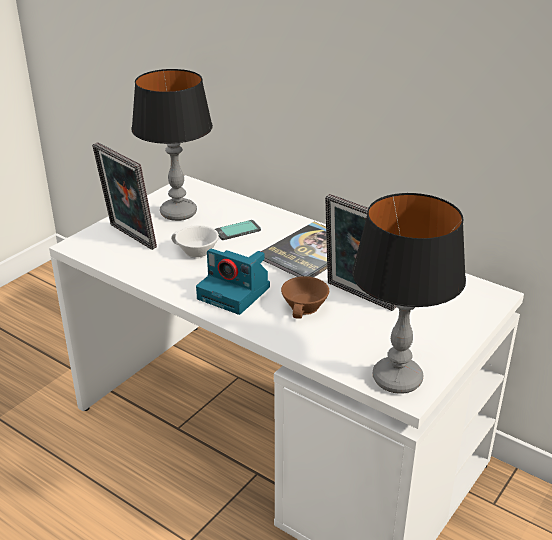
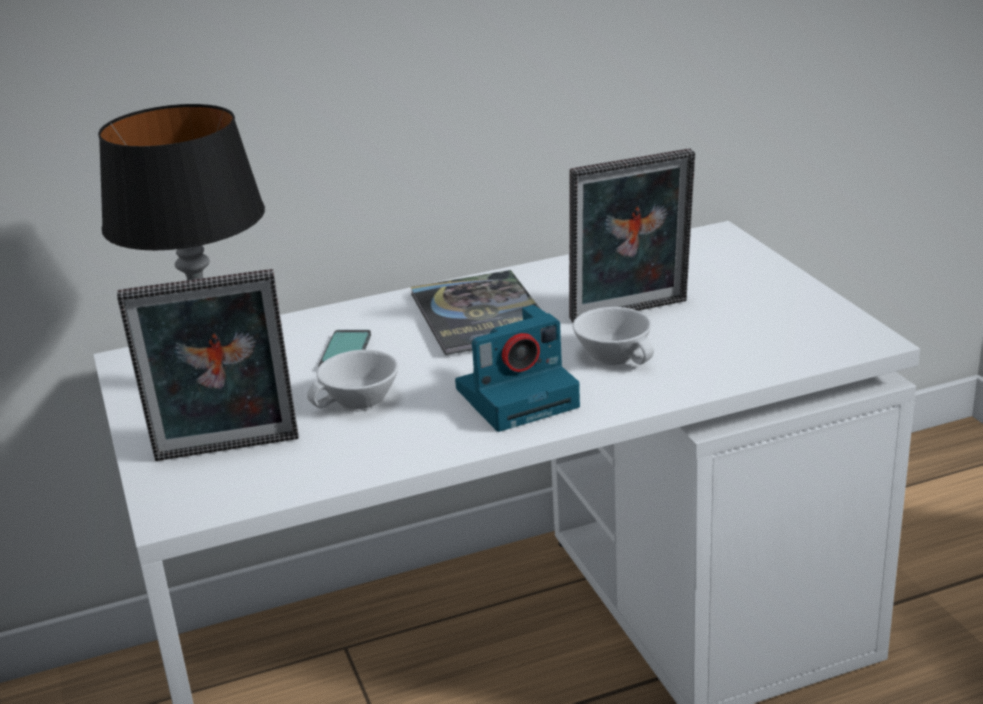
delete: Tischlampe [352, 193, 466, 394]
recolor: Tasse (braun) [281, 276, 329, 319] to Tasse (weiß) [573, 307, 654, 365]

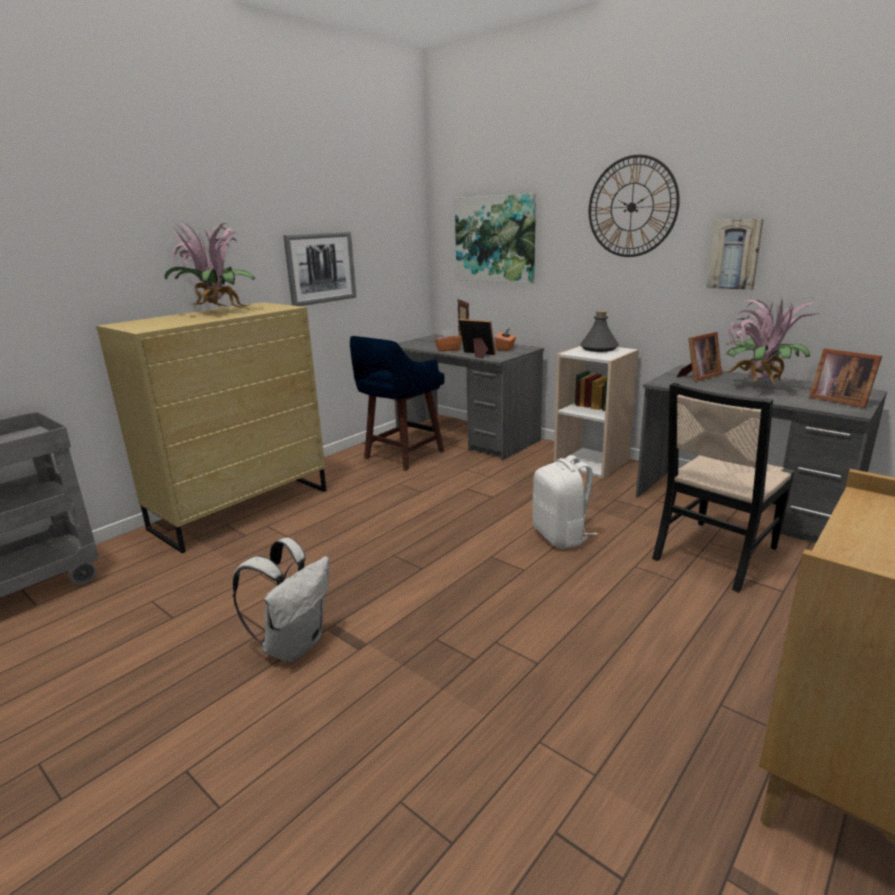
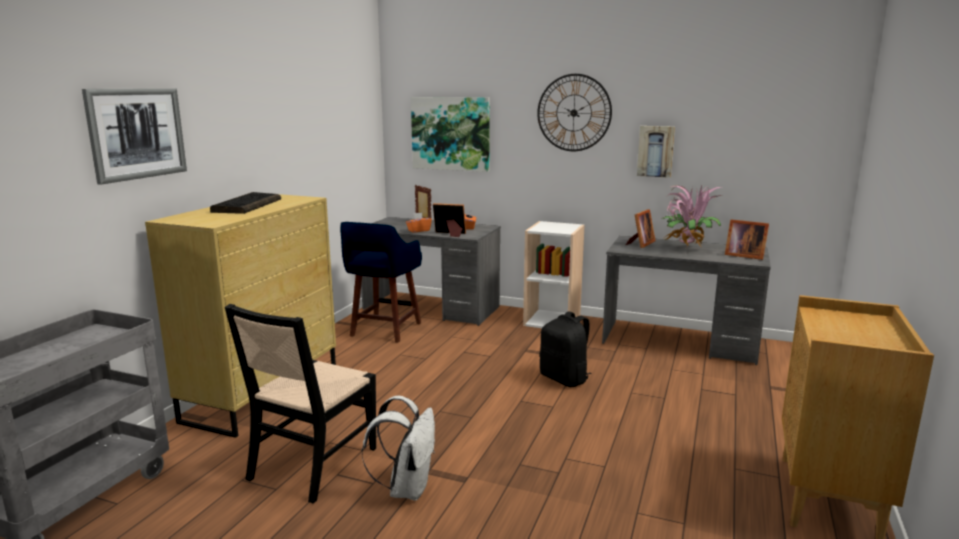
delete: Flasche (grau) [580, 311, 619, 352]
move: Bild [283, 232, 357, 306] to [82, 88, 187, 185]; Stuhl [652, 383, 795, 592] to [225, 304, 376, 504]
replace: Topfpflanze [164, 220, 255, 310] to Tastatur [210, 192, 281, 214]
recolor: Rucksack (weiß) [532, 455, 597, 549] to Rucksack (schwarz) [540, 311, 592, 387]

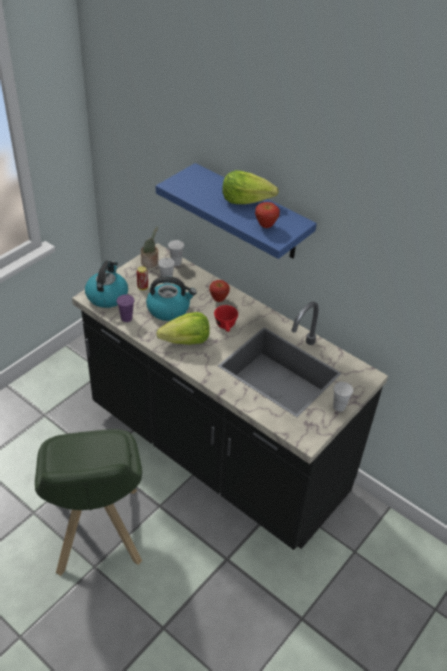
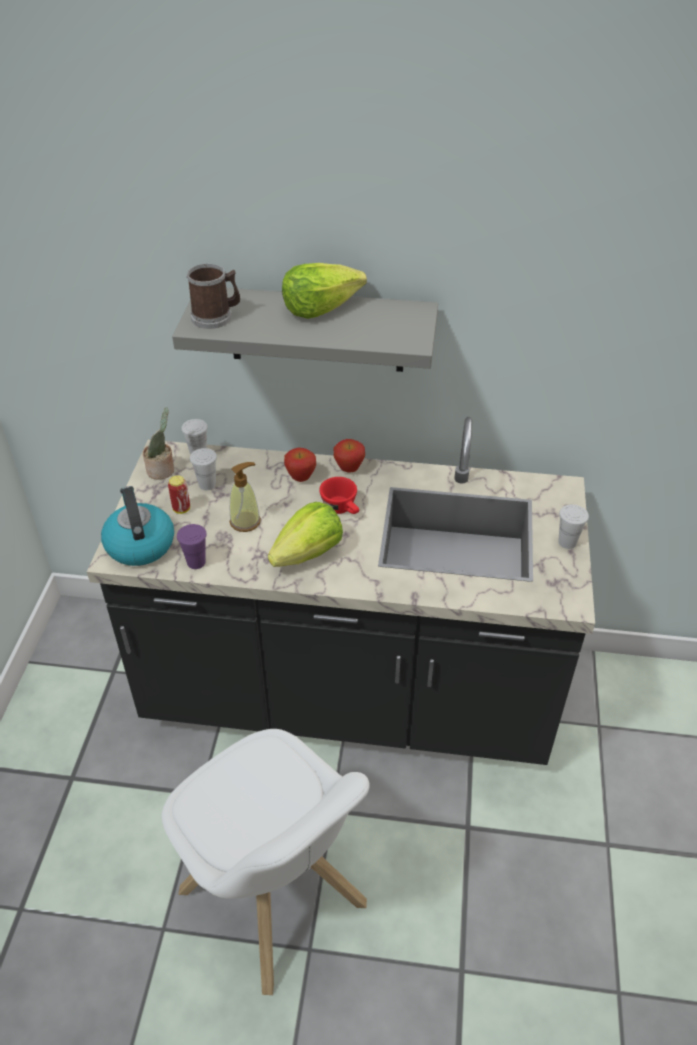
insert: Henkelbecher [187, 264, 240, 329]
move: Apfel [255, 202, 280, 228] to [334, 439, 365, 472]
replace: Wasserkessel [146, 276, 197, 321] to Seifenspender [230, 462, 261, 532]
recolor: Stuhl (grün) [35, 429, 142, 576] to Stuhl (weiß) [161, 729, 370, 995]; Wandregal (blau) [156, 163, 317, 259] to Wandregal (grau) [172, 288, 438, 372]

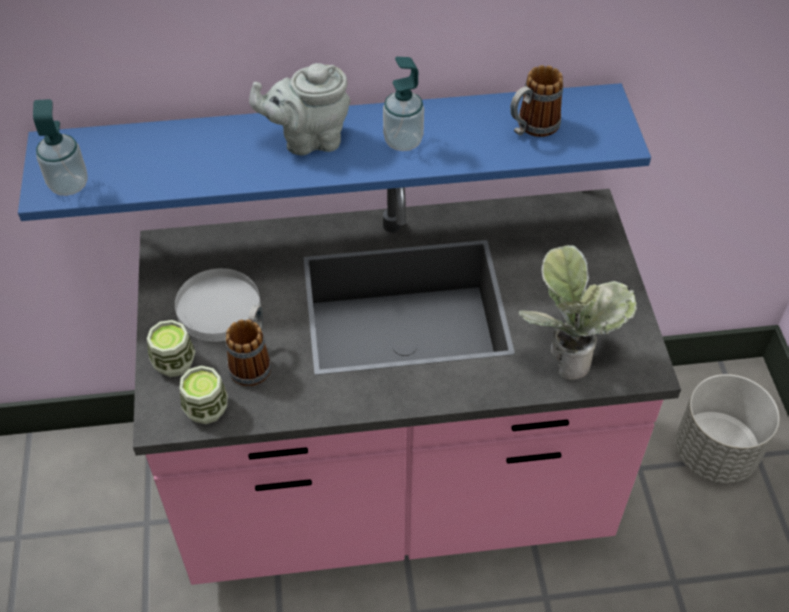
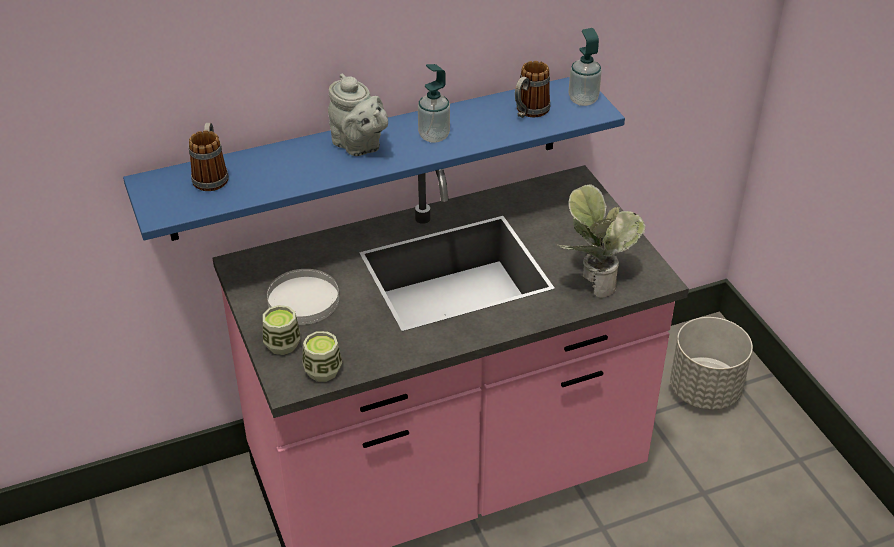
move: Seifenspender [33, 99, 88, 196] to [569, 28, 602, 106]; Henkelbecher [225, 305, 271, 386] to [189, 123, 228, 191]
rotate: Teekanne (grau) [249, 63, 350, 155] = [328, 74, 388, 156] 105 degrees counterclockwise

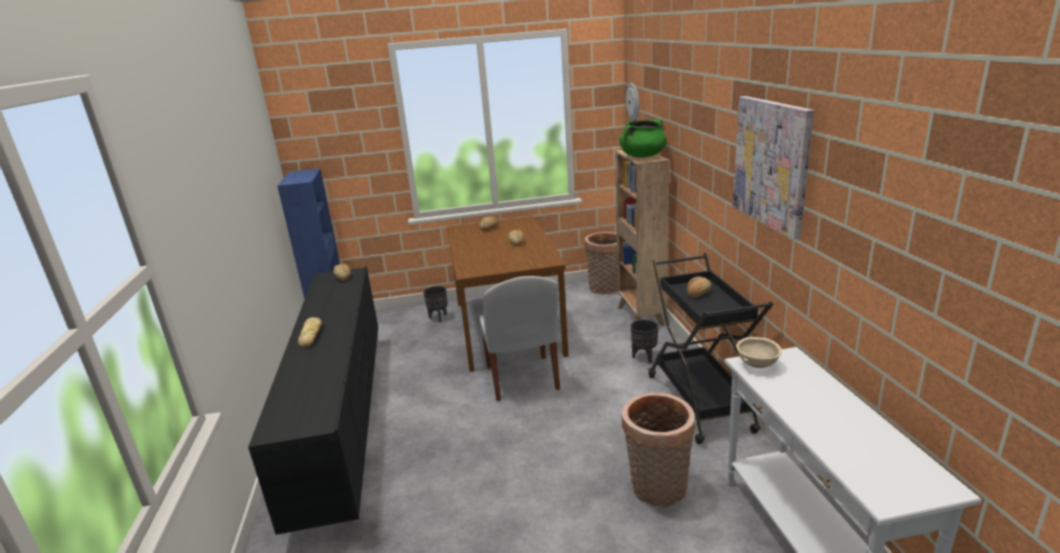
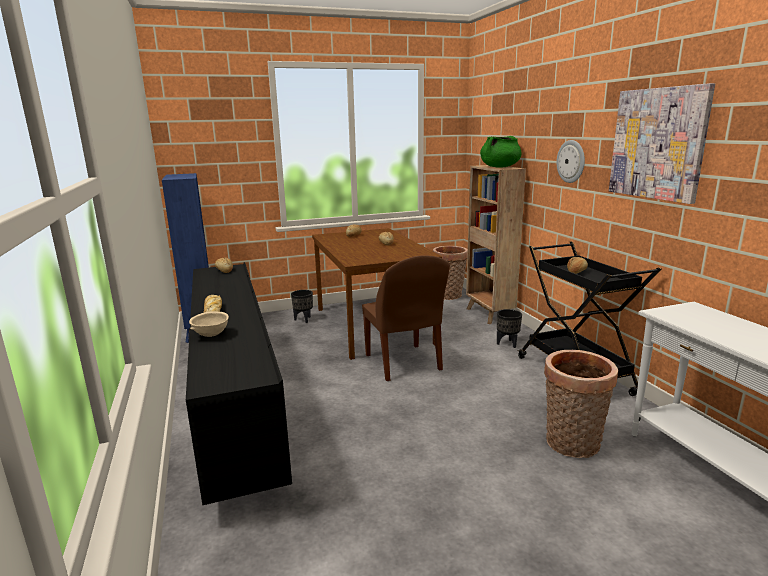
move: Wanduhr [626, 83, 639, 121] to [556, 140, 585, 183]; Schüssel (beige) [736, 337, 782, 368] to [189, 311, 229, 337]
recolor: Stuhl (weiß) [479, 276, 560, 401] to Stuhl (braun) [362, 255, 450, 381]

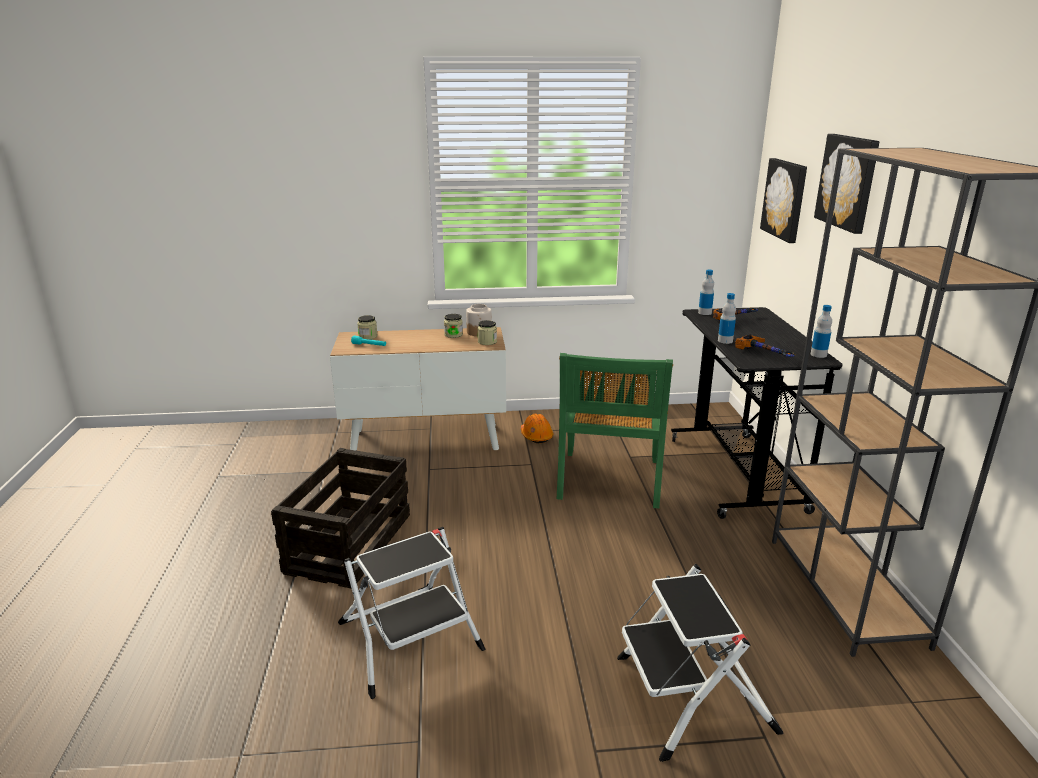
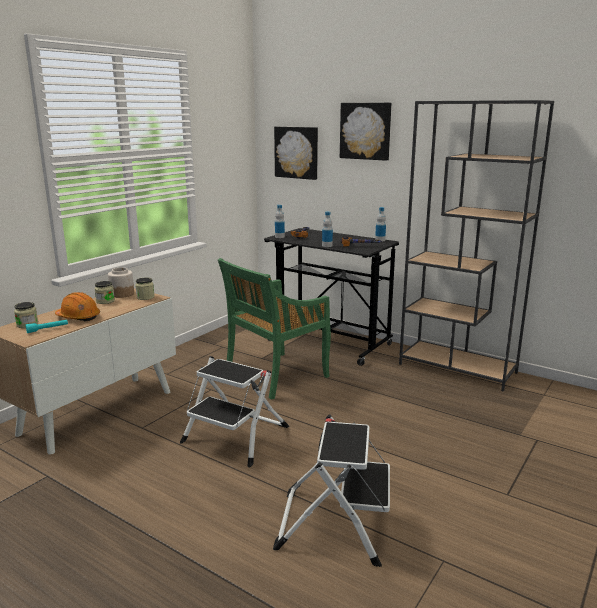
delete: Kiste [271, 448, 410, 589]
move: Schutzhelm (orange) [521, 414, 554, 443] to [55, 292, 100, 322]; Trittleiter [617, 564, 783, 762] to [180, 356, 289, 467]
rotate: Stuhl (grün) [557, 353, 673, 508] = [218, 258, 331, 400] 90 degrees clockwise

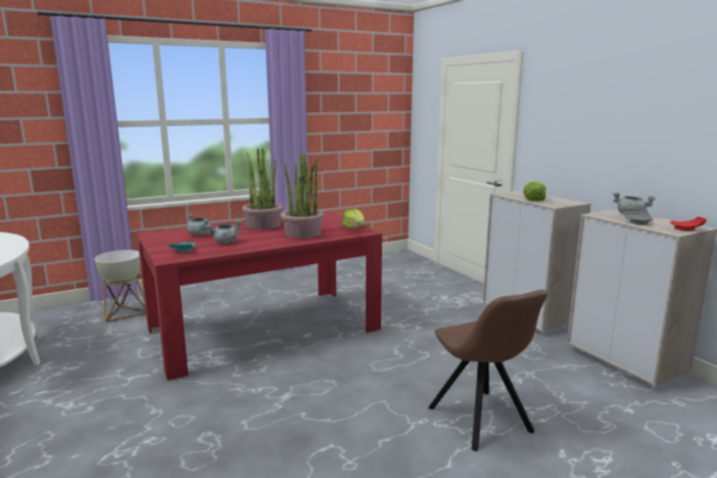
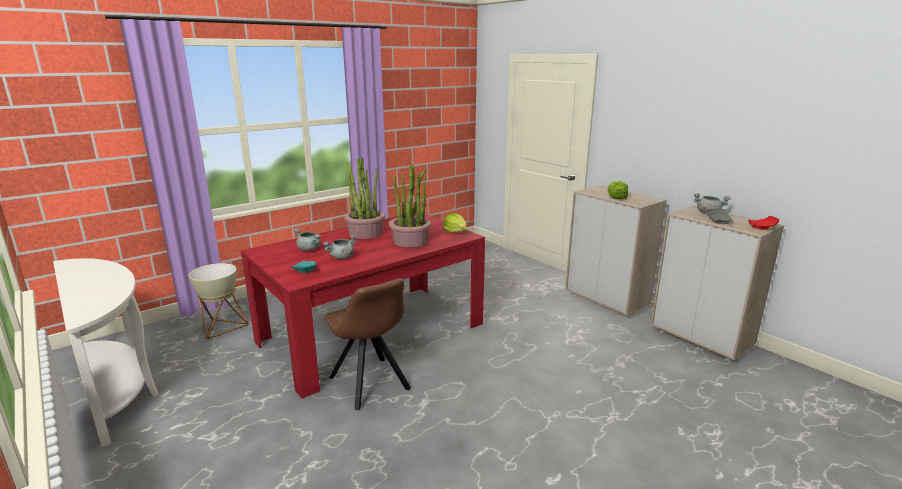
move: Stuhl (braun) [429, 289, 547, 451] to [325, 278, 411, 410]

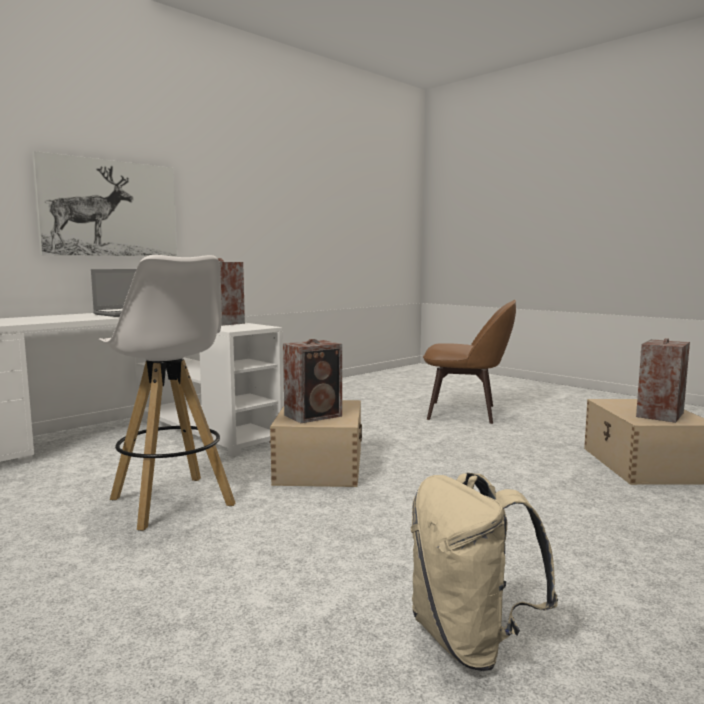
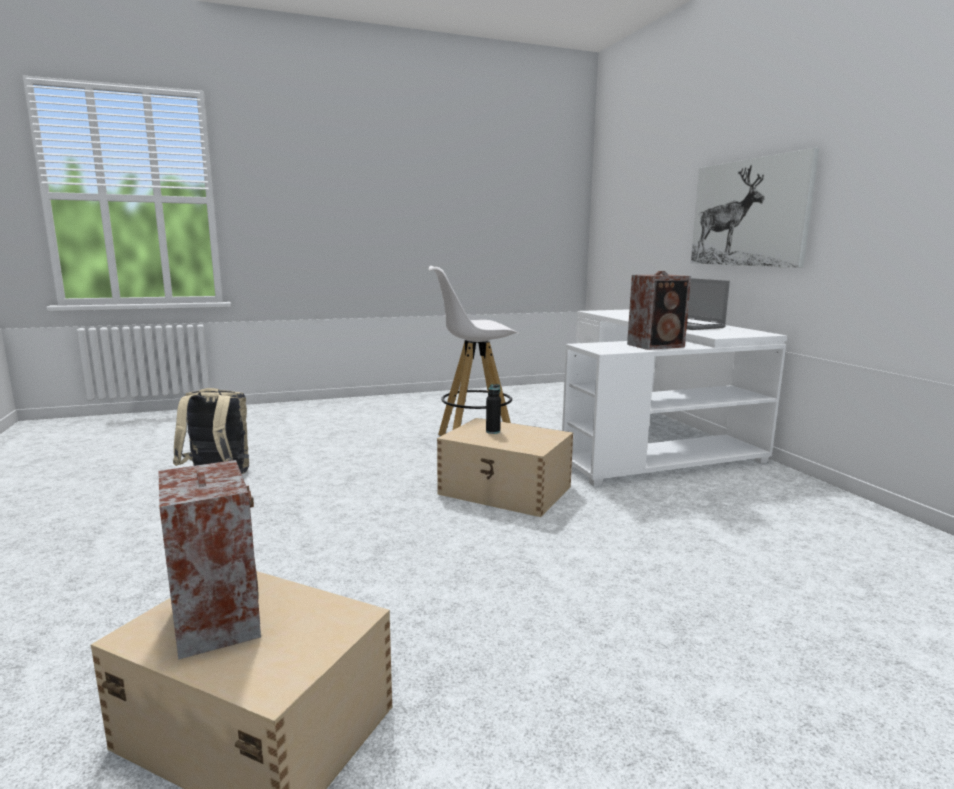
delete: Stuhl (braun) [423, 300, 516, 424]
replace: Lautsprecher [283, 339, 342, 423] to Flasche (schwarz) [486, 384, 501, 434]

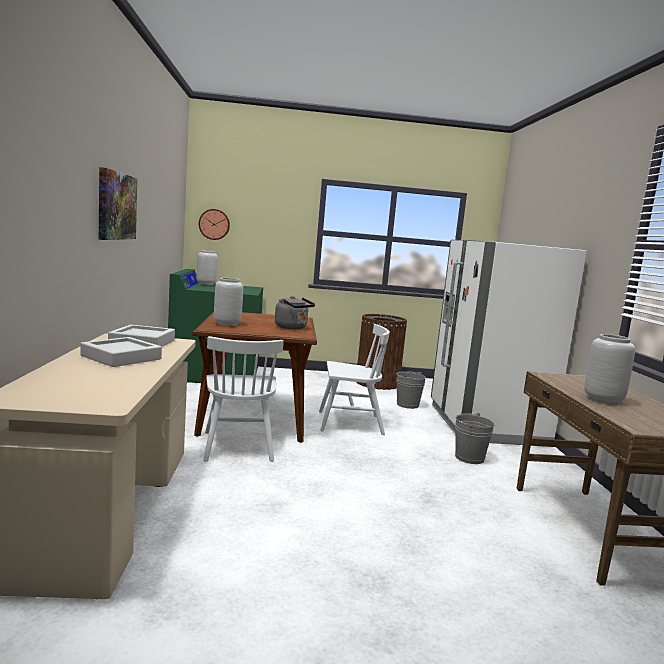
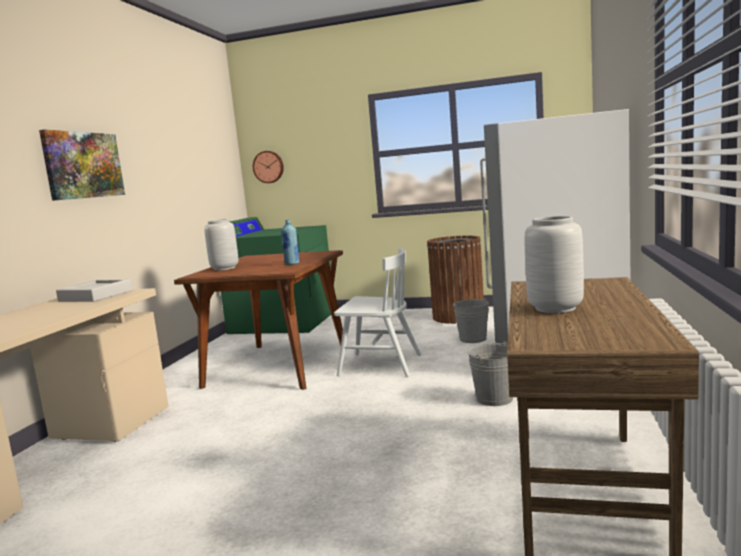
delete: Tablett (grau) [80, 337, 162, 367]; Vase (grau) [197, 250, 218, 285]; Stuhl (weiß) [203, 336, 284, 462]
replace: Wasserkessel (grau) [275, 296, 315, 329] to Flasche (blau) [281, 220, 299, 265]

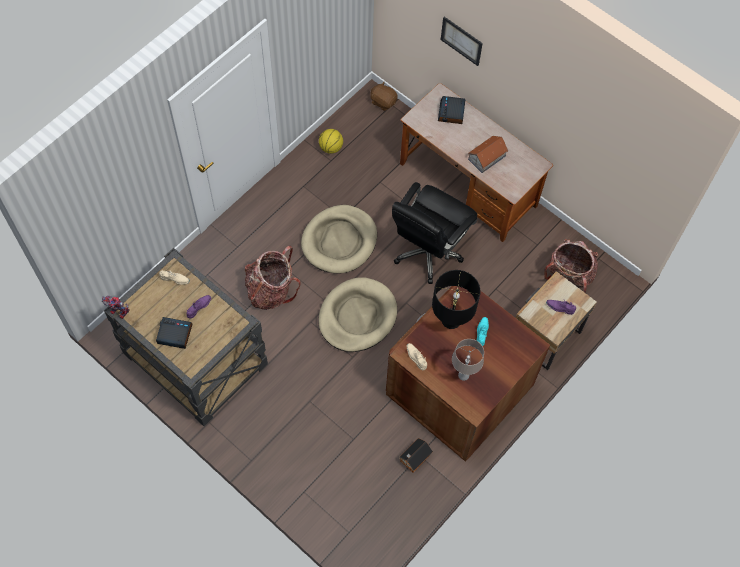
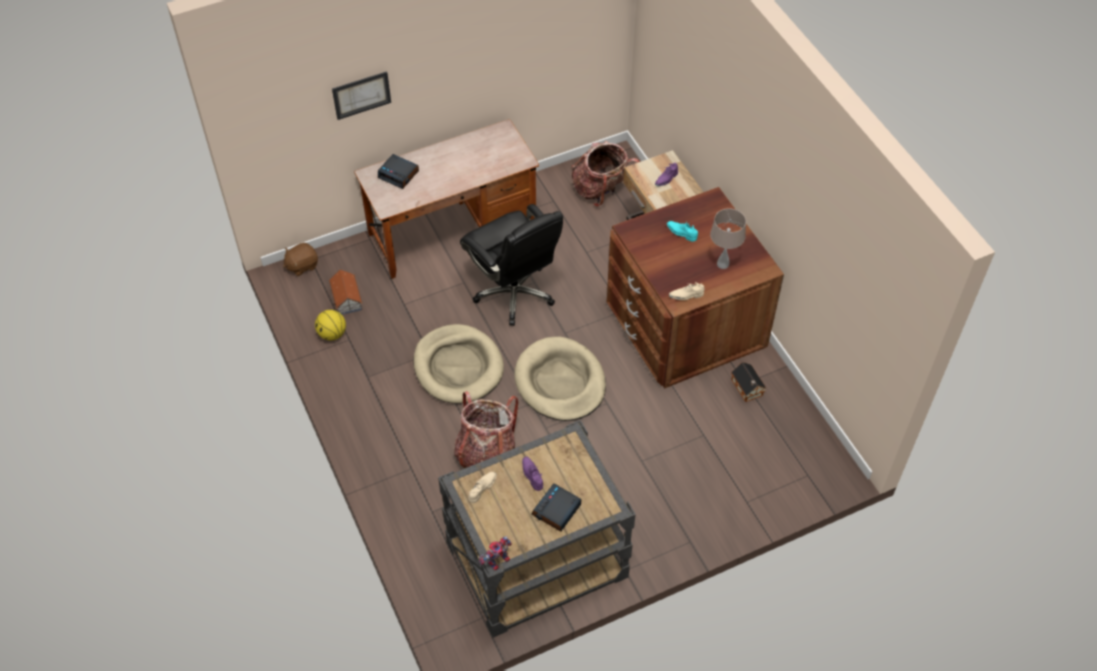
delete: Tischlampe (schwarz) [432, 270, 480, 329]
move: Spielzeughaus [468, 136, 508, 173] to [329, 269, 362, 315]

